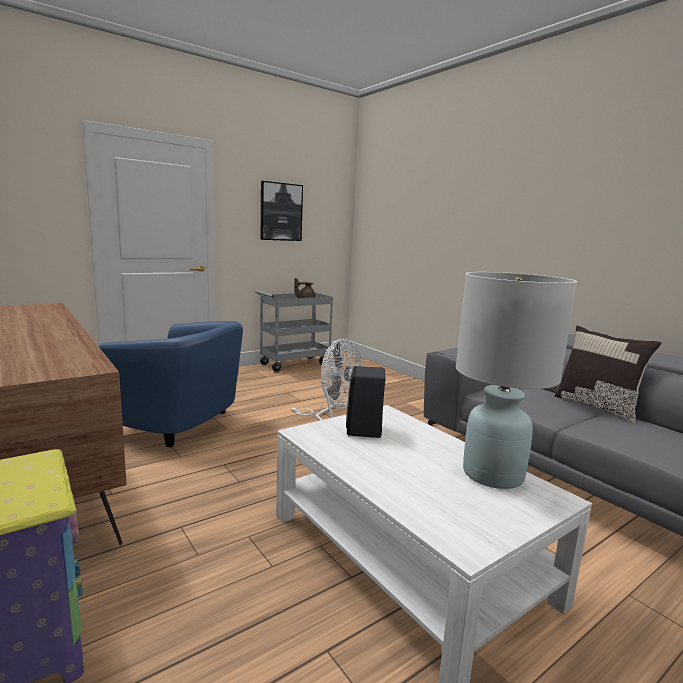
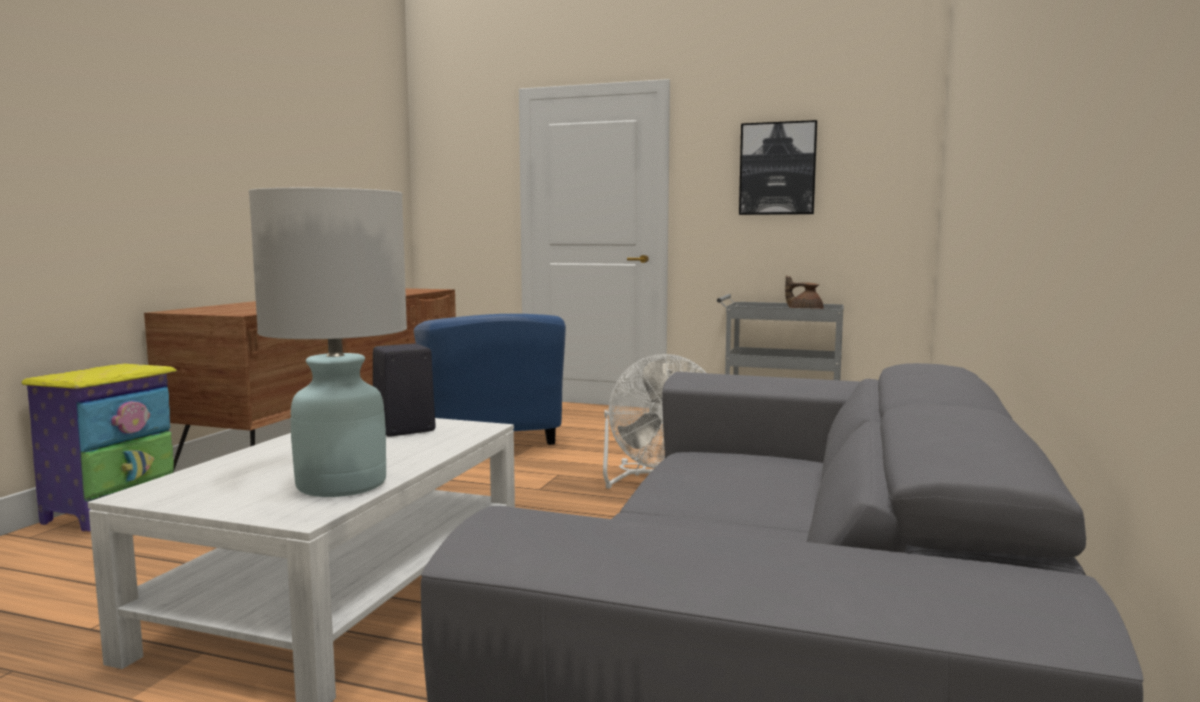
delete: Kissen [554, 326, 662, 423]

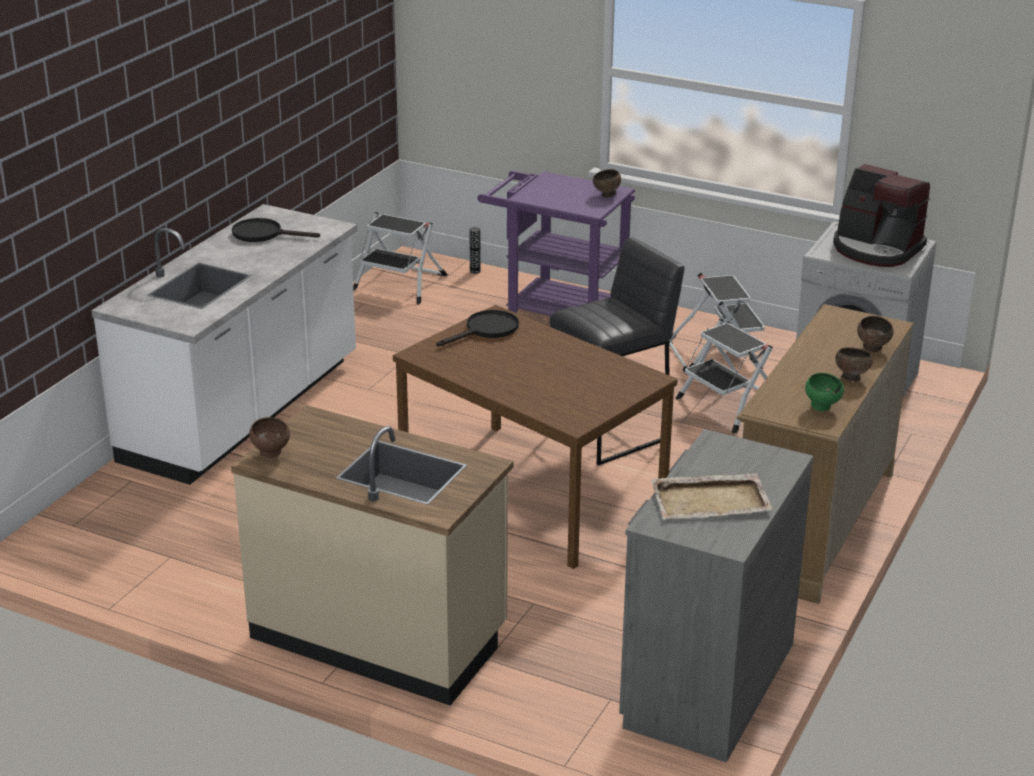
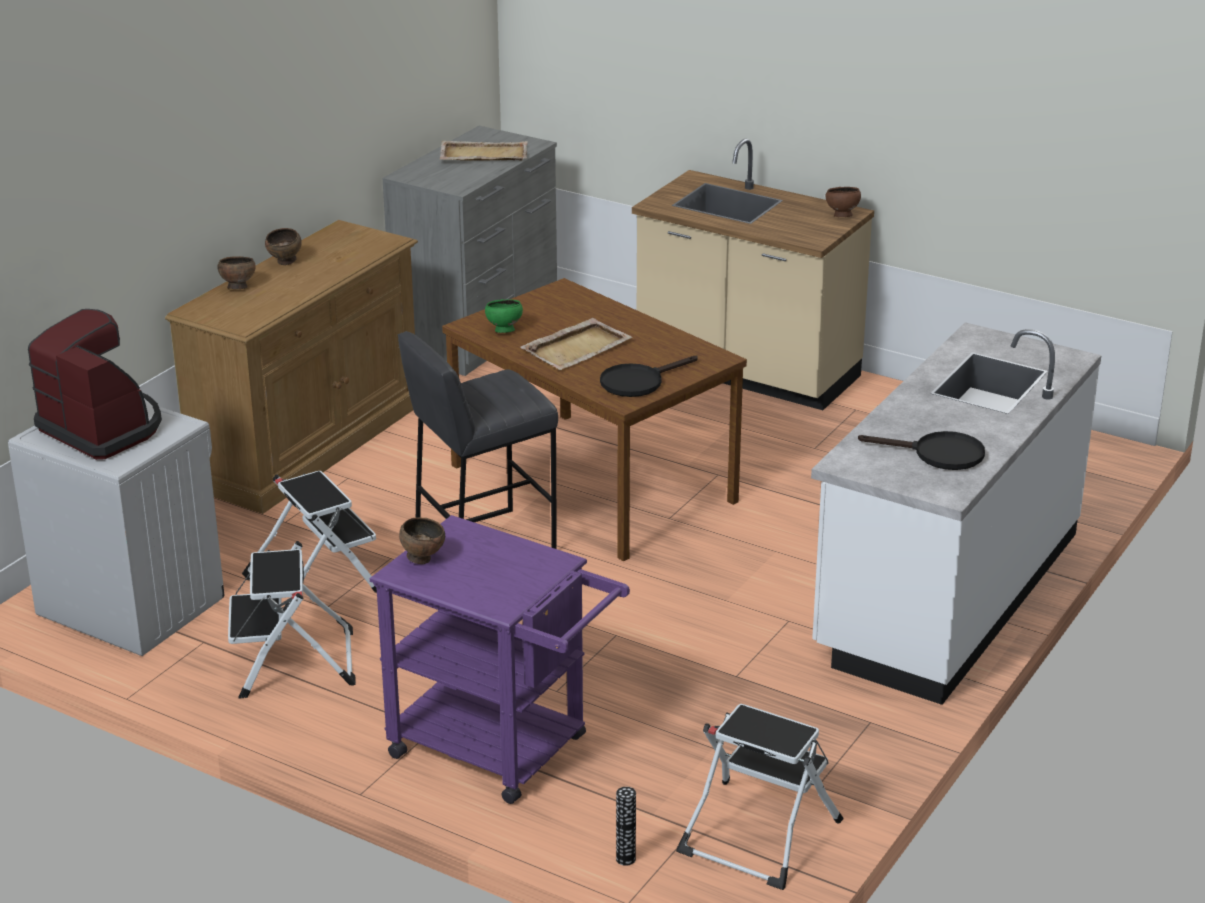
insert: Tablett (beige) [520, 318, 632, 370]
move: Schüssel (grün) [805, 373, 844, 412] to [485, 299, 523, 333]

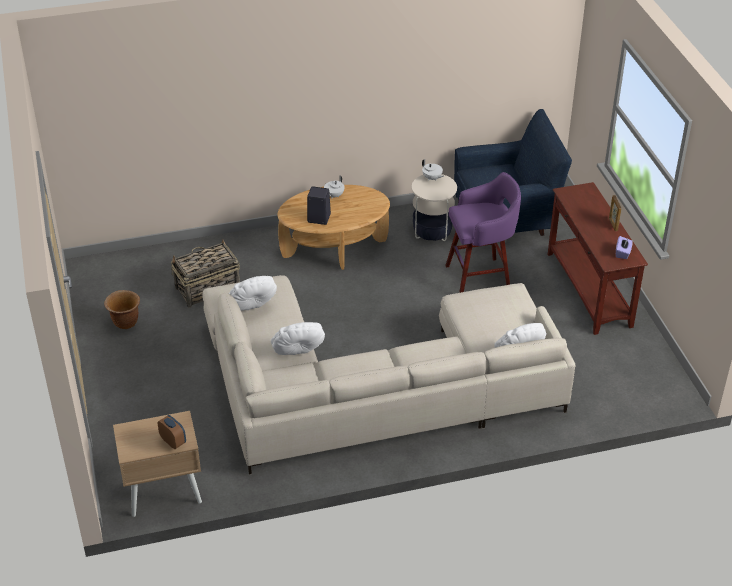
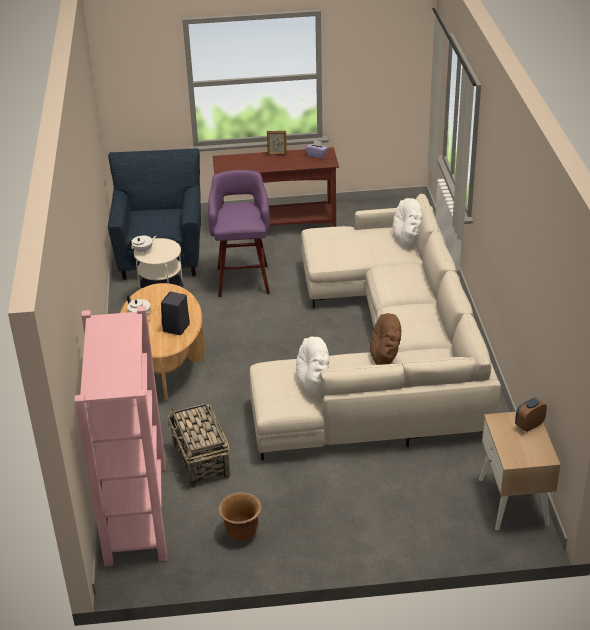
insert: Bücherregal (rosa) [74, 306, 167, 566]
recolor: Kissen (weiß) [271, 322, 325, 355] to Kissen (braun) [370, 313, 401, 365]

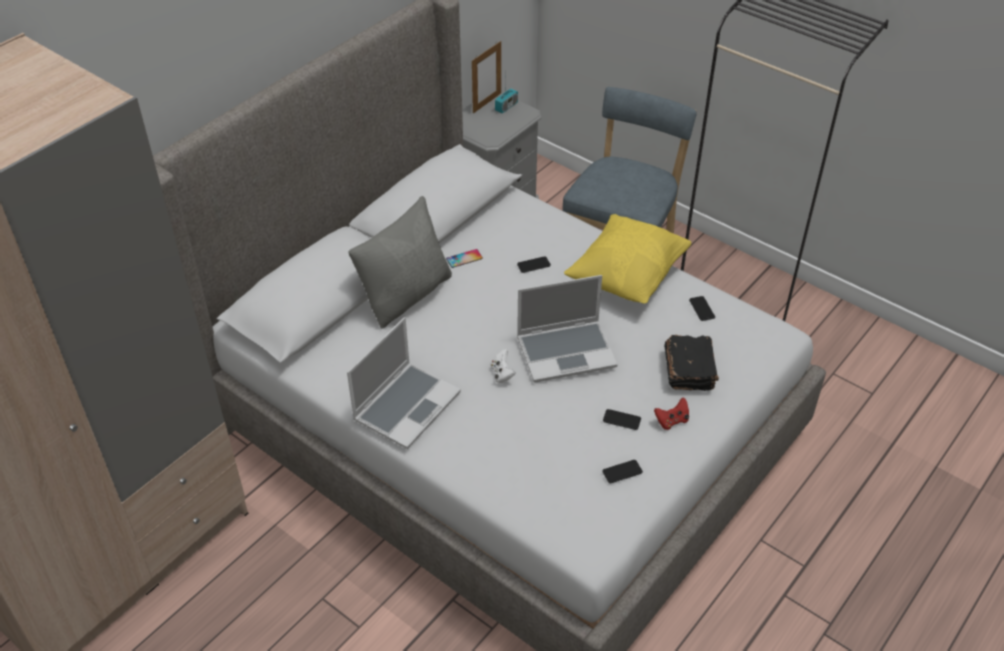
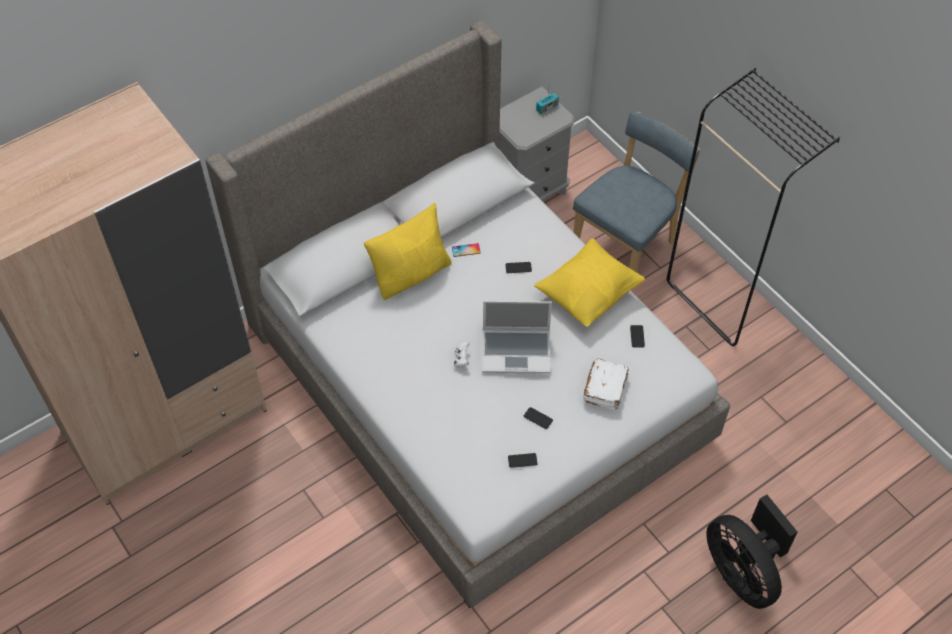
delete: Laptop [347, 317, 461, 449]; Bilderrahmen [472, 41, 501, 114]; Gamepad (rot) [654, 398, 689, 430]
insert: Ventilator (schwarz) [706, 495, 798, 609]
recolor: Kissen (grau) [348, 196, 452, 329] to Kissen (gelb) [364, 203, 452, 300]; Buch (schwarz) [664, 335, 719, 391] to Buch (weiß) [583, 359, 629, 410]

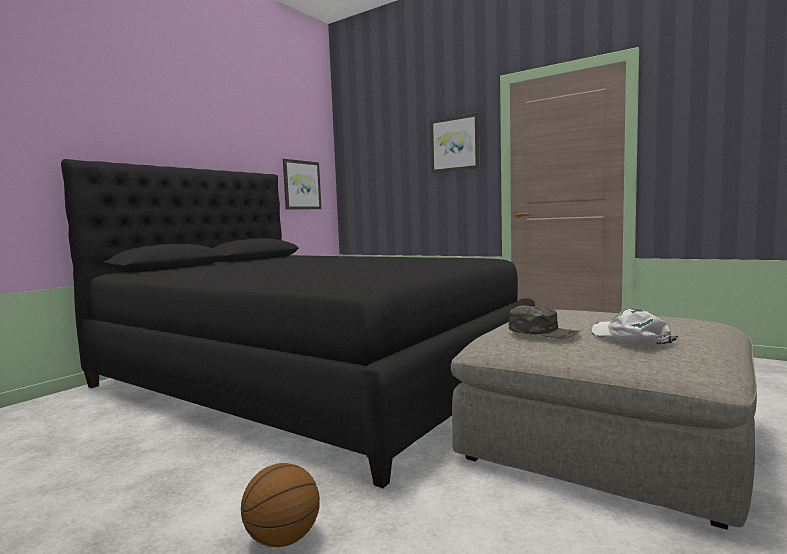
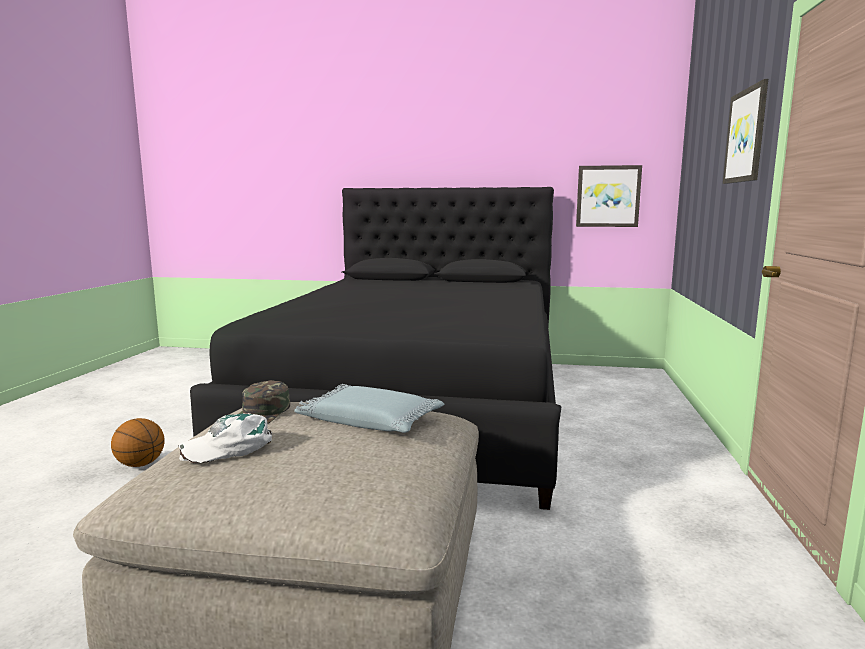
insert: Kissen (blau) [294, 384, 444, 433]
rotate: Kappe (weiß) [591, 309, 678, 344] = [178, 413, 272, 463] 150 degrees counterclockwise

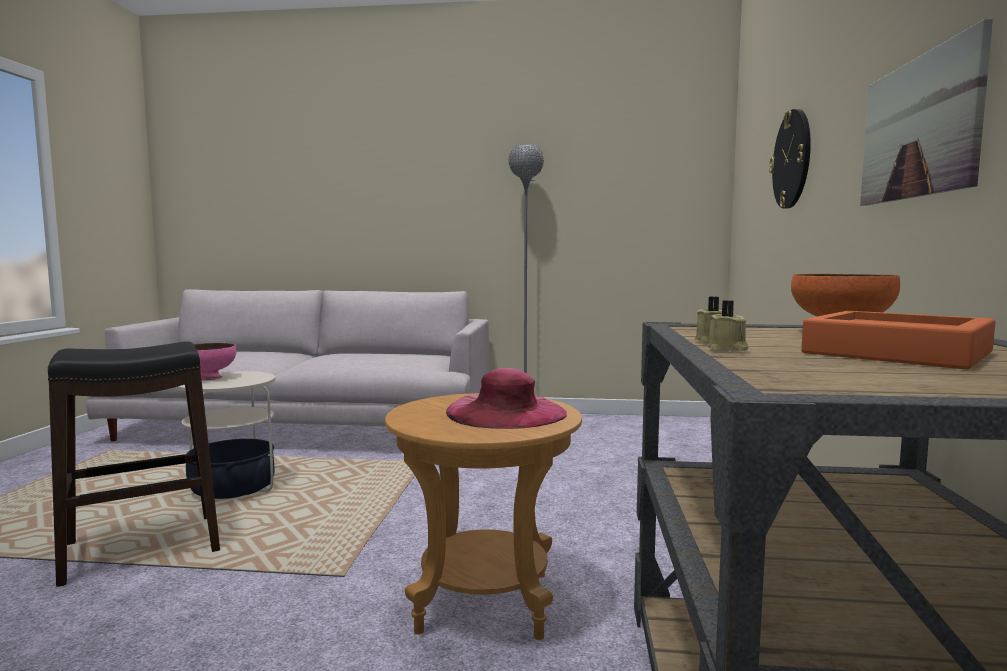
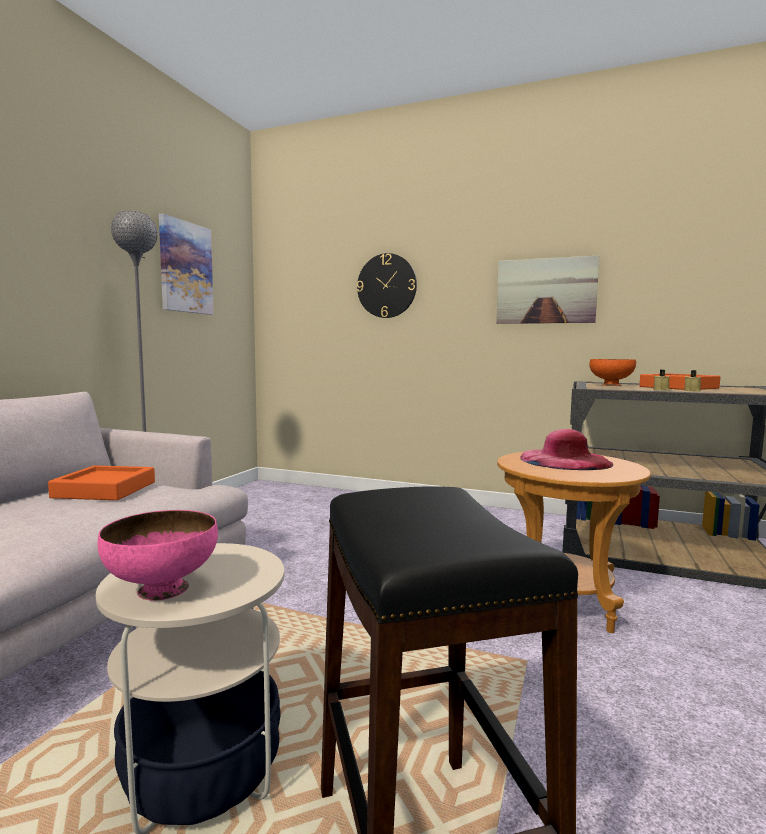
insert: Tablett (orange) [48, 465, 155, 500]; Bild [159, 214, 214, 315]

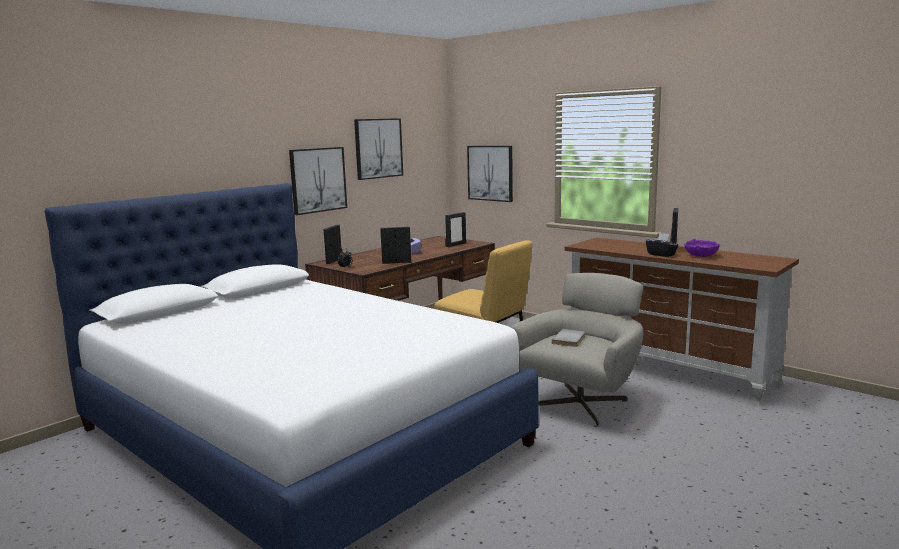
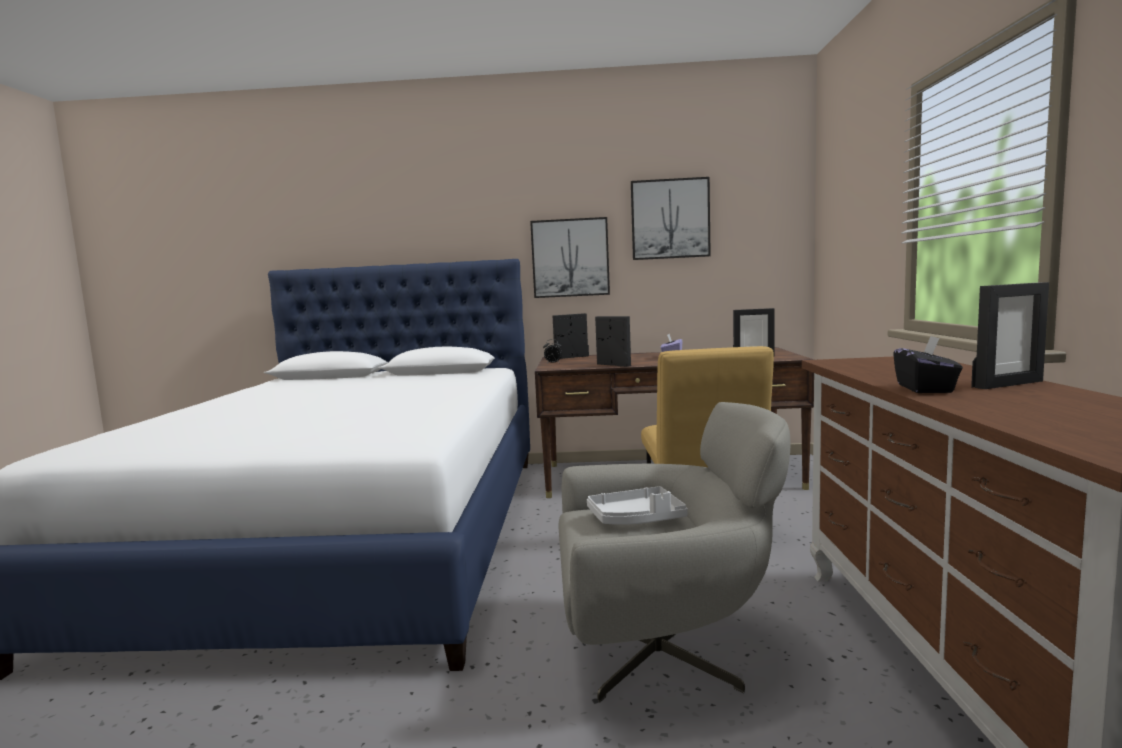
delete: Bild [467, 146, 513, 202]; Schüssel (lila) [684, 239, 720, 257]
replace: Buch (grau) [552, 329, 585, 347] to Tablett (grau) [587, 486, 688, 525]

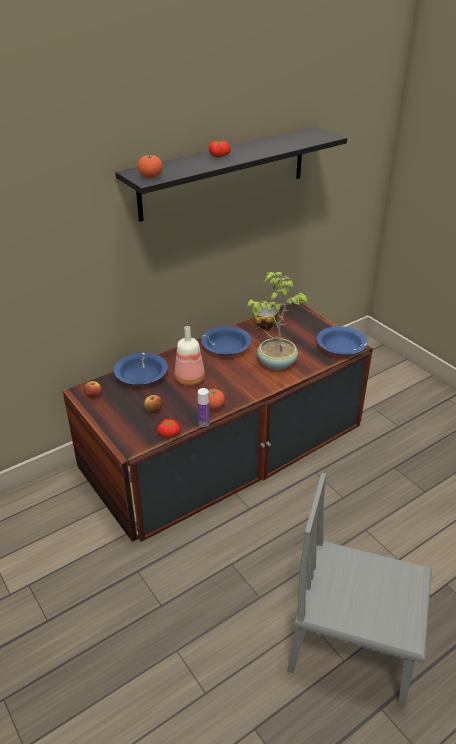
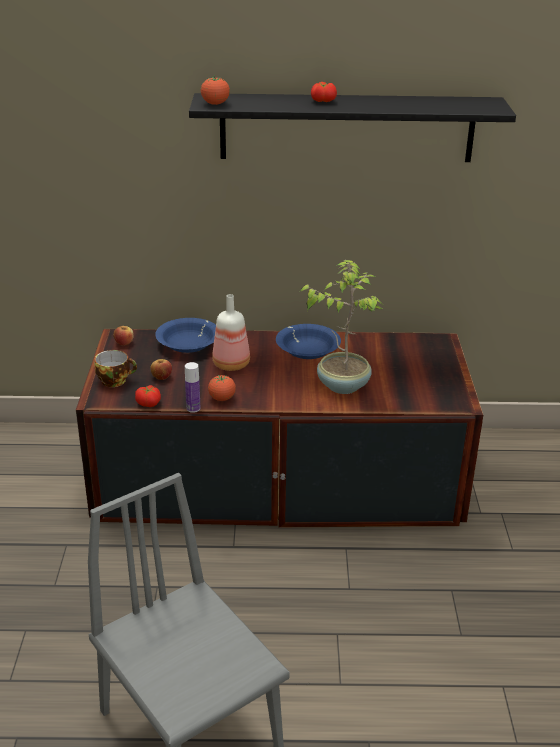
delete: Schüssel (blau) [317, 326, 368, 356]
move: Tasse [254, 305, 278, 331] to [94, 350, 137, 387]

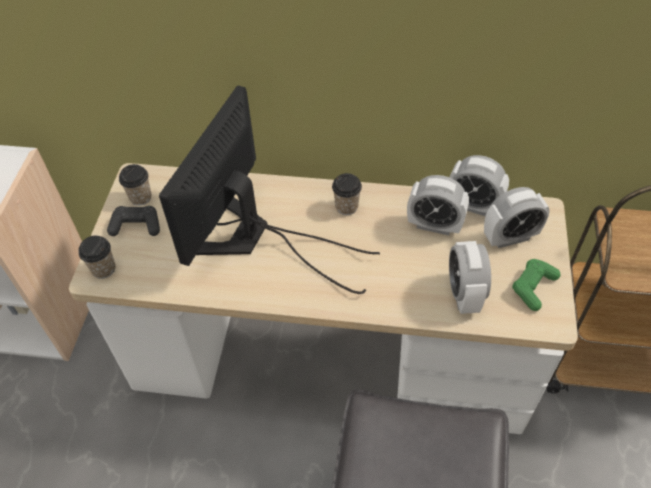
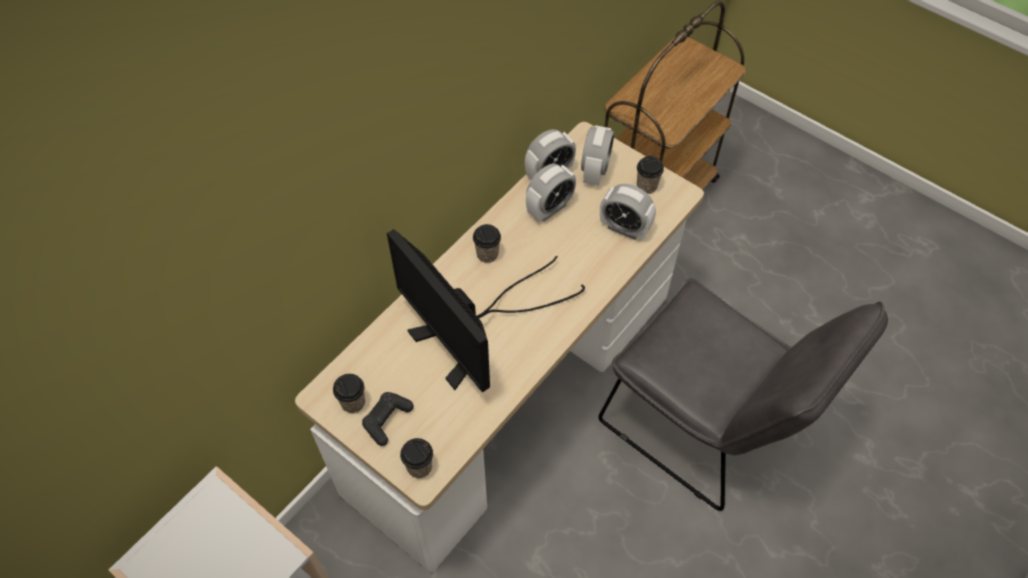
replace: Gamepad (grün) [512, 259, 561, 311] to Tasse [637, 156, 664, 194]

